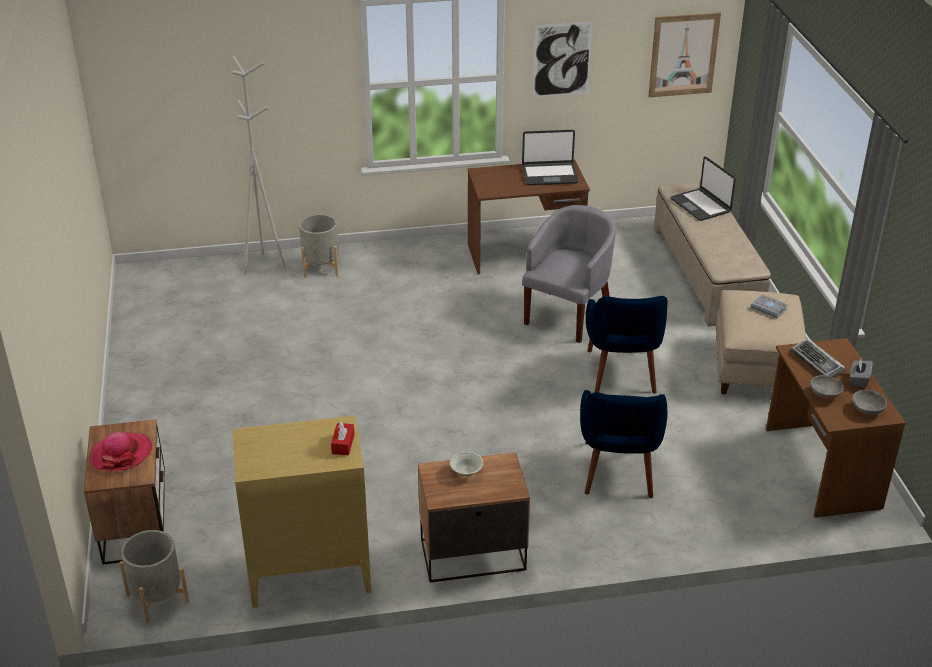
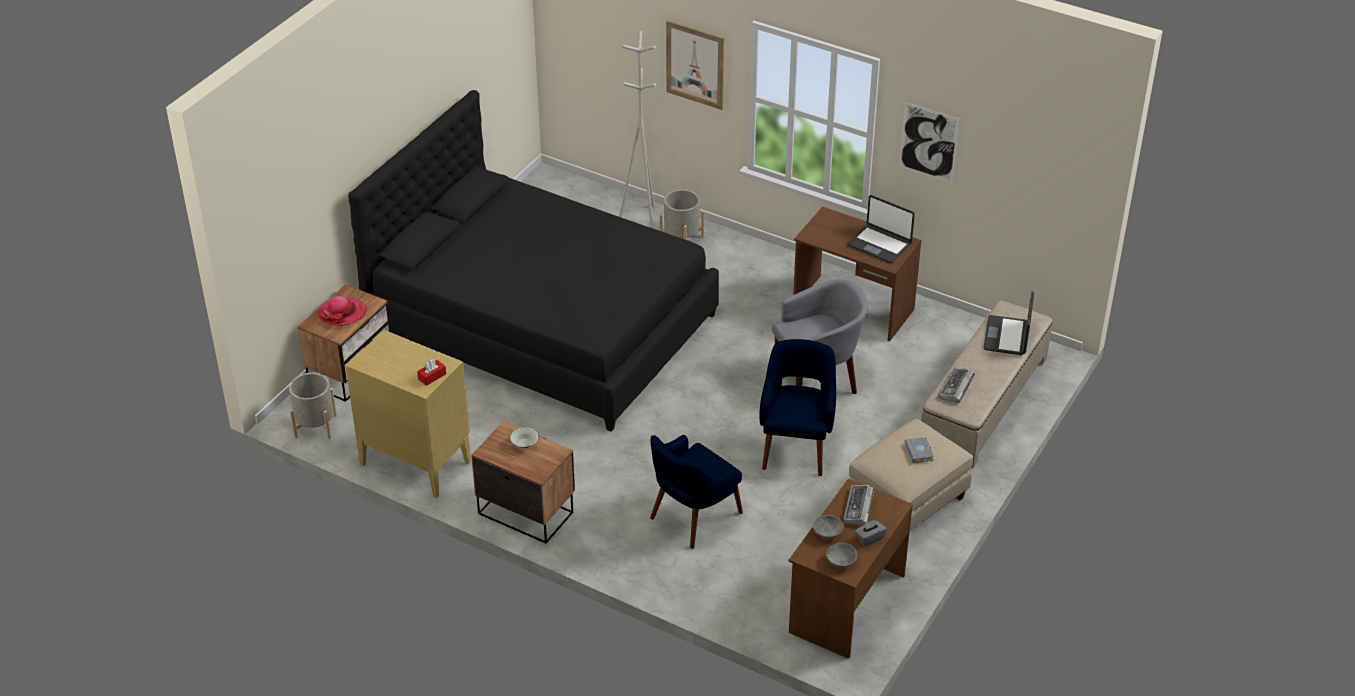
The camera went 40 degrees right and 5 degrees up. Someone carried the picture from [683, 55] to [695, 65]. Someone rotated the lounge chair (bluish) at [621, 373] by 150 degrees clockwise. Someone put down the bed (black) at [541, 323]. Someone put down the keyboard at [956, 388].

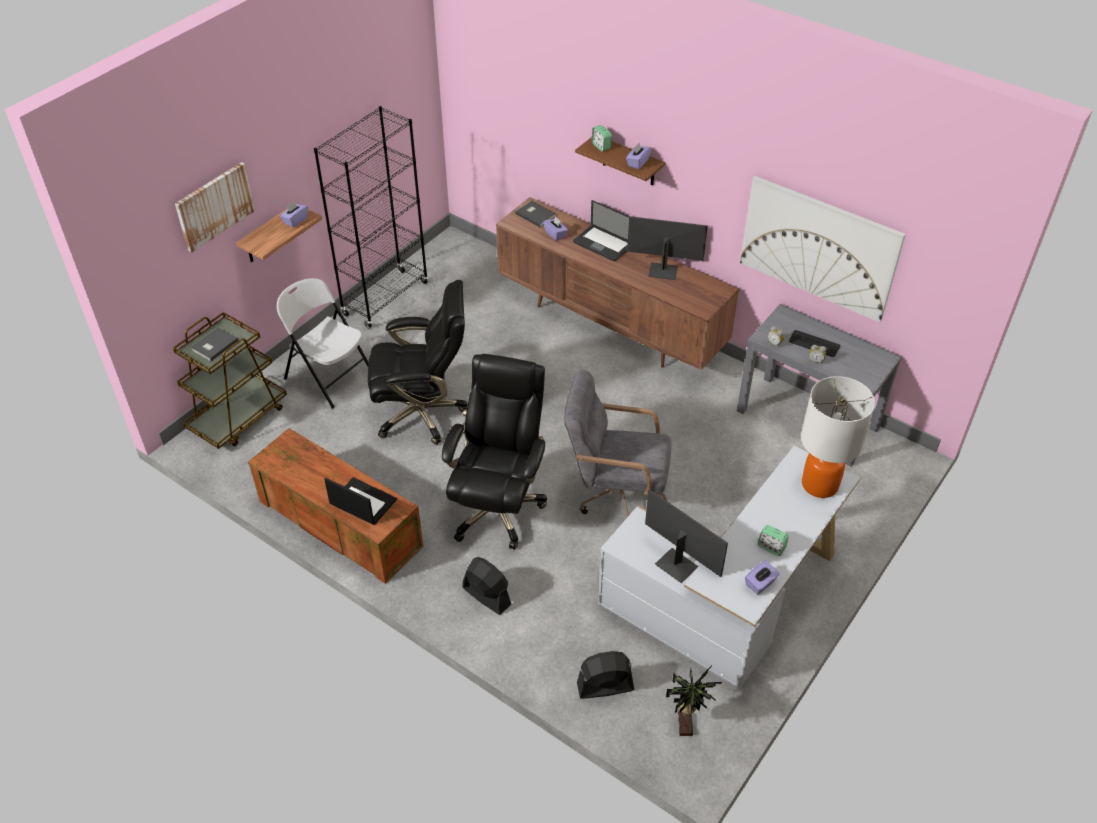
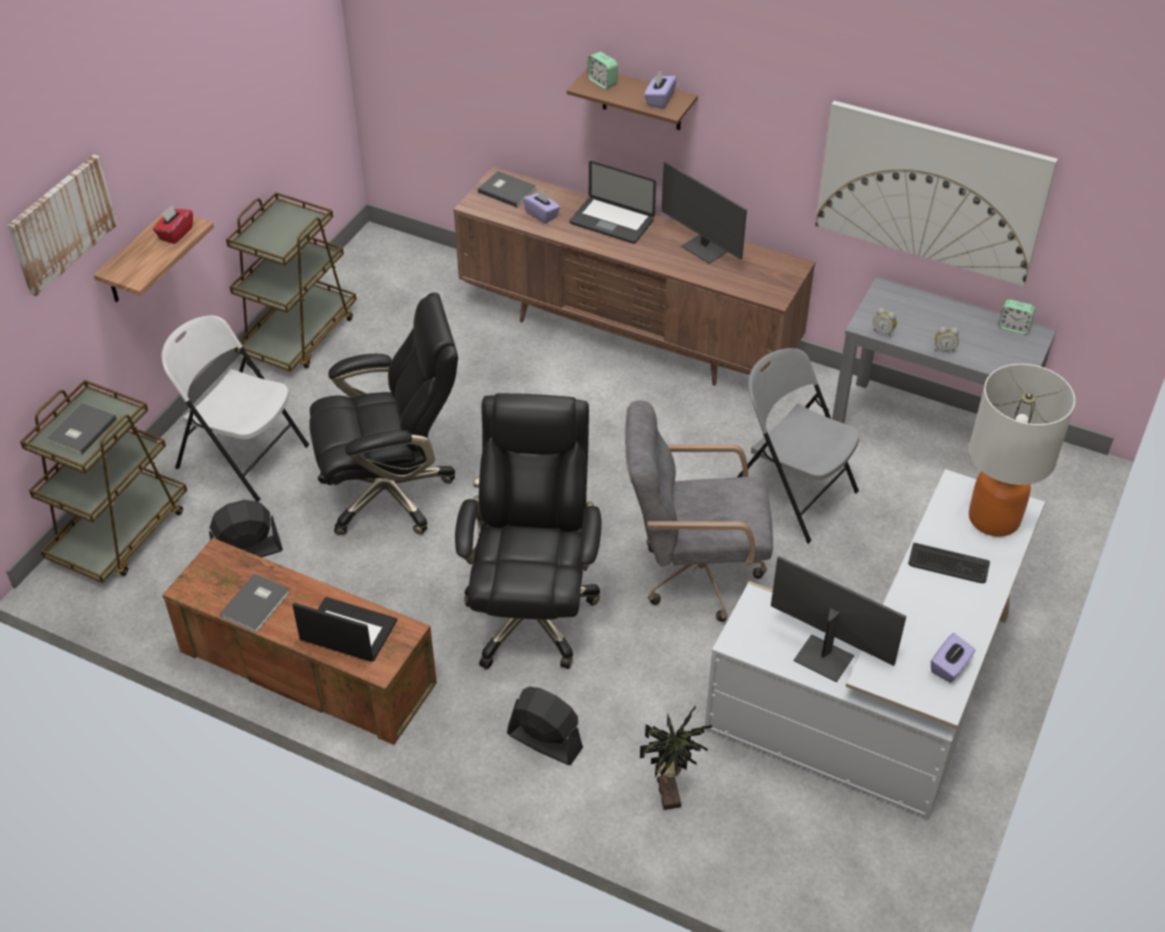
The camera went 10 degrees left and 0 degrees up. Someone swapped the shelving unit (black) at [385, 298] for the cart (brownish) at [299, 335]. Someone repainted the box of tissues (purple) at [295, 220], which became the box of tissues (red-coloured) at [175, 234]. Someone rotated the computer display at [663, 270] by 135 degrees counterclockwise. Someone carried the keyboard from [814, 344] to [948, 564]. Someone carried the bedside clock from [771, 547] to [1014, 327]. Someone carried the cooling fan (black) from [605, 686] to [247, 551]. Someone carried the houseplant from [686, 724] to [671, 793]. Someone put down the chair (greyish) at [791, 492]. Someone put down the bound book (greyish) at [257, 604].

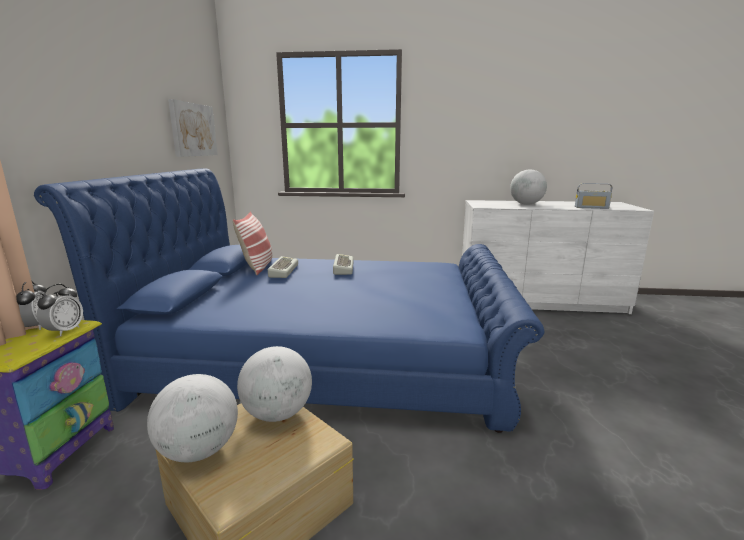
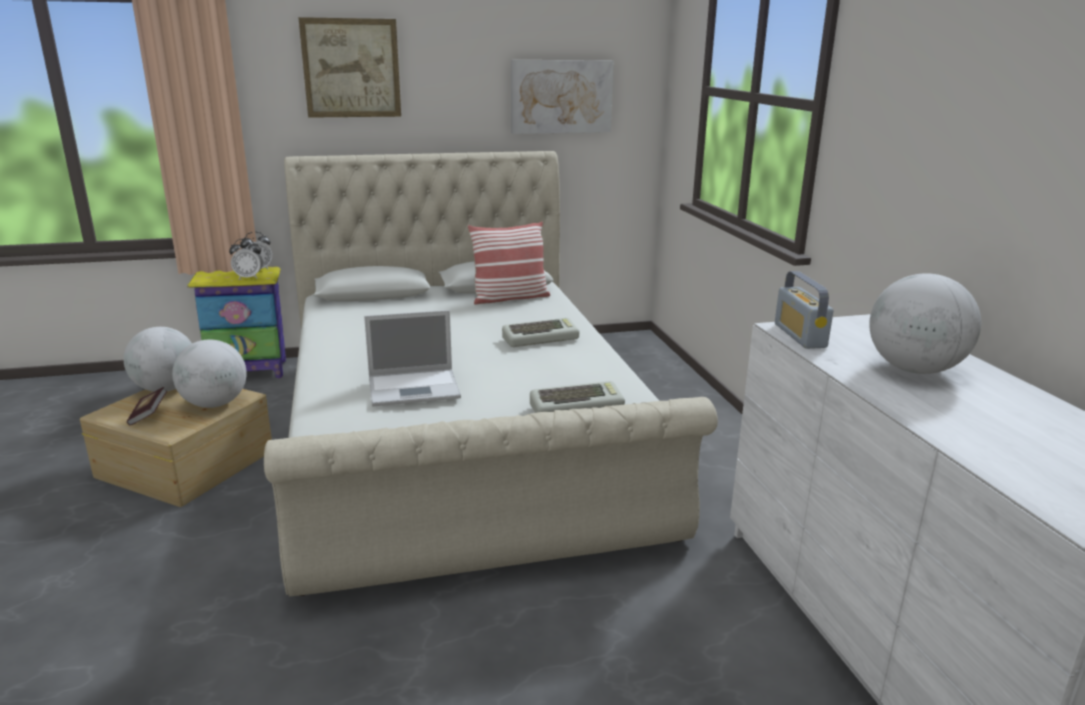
The camera went 70 degrees right and 5 degrees up. Someone repainted the bed (bluish) at [325, 352], which became the bed (beige) at [459, 435]. Someone carried the radio set from [591, 207] to [800, 335]. Someone carried the keyboard from [282, 271] to [577, 406]. Someone put up the picture at [351, 68]. Someone put down the laptop at [415, 387]. Someone put down the bound book at [148, 415].

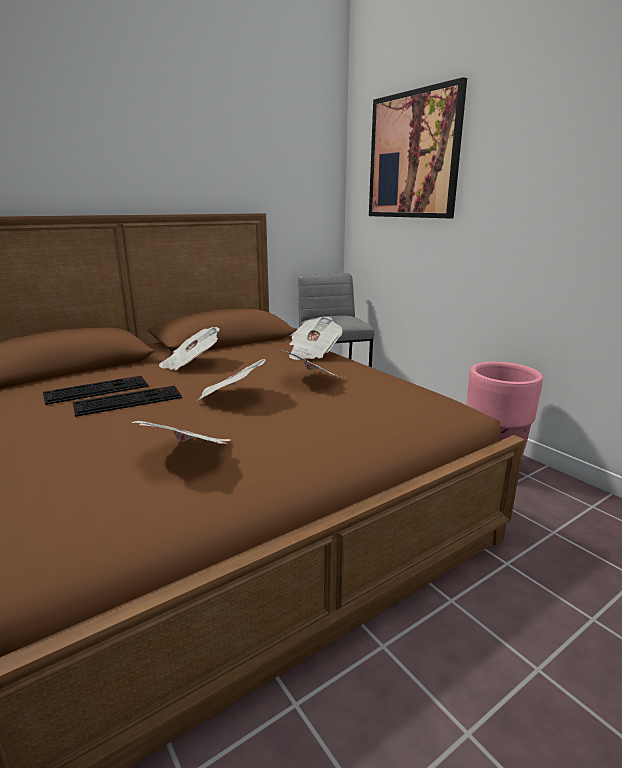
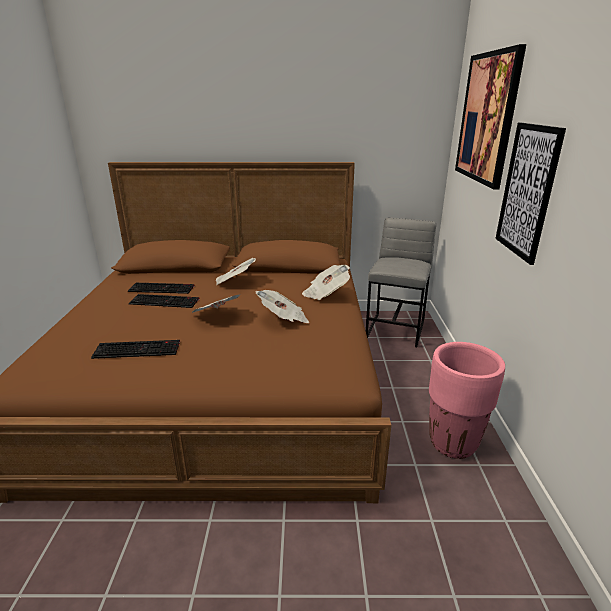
The camera went 35 degrees right and 5 degrees up. Someone swapped the printed paper at [188, 455] for the keyboard at [138, 349]. Someone put up the picture at [527, 191].

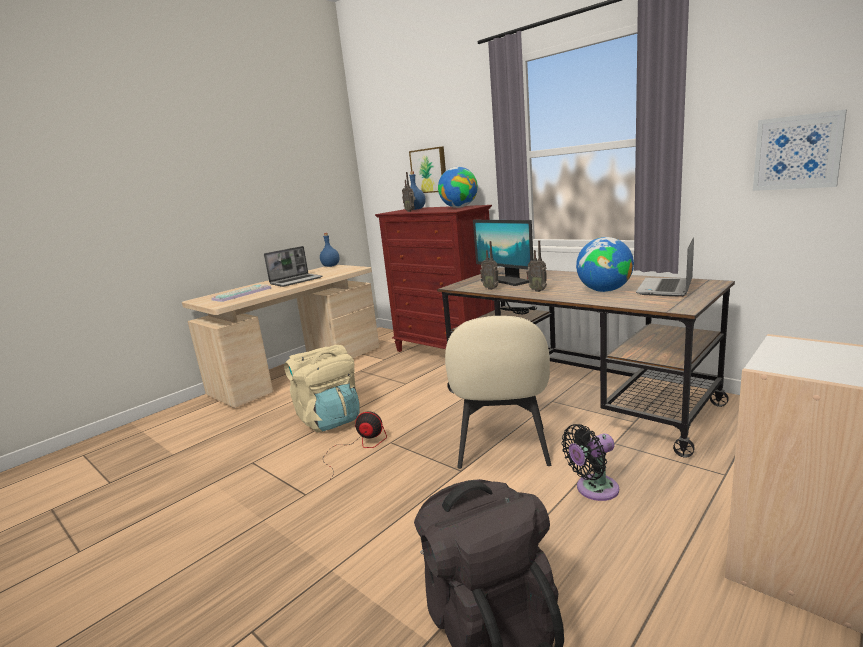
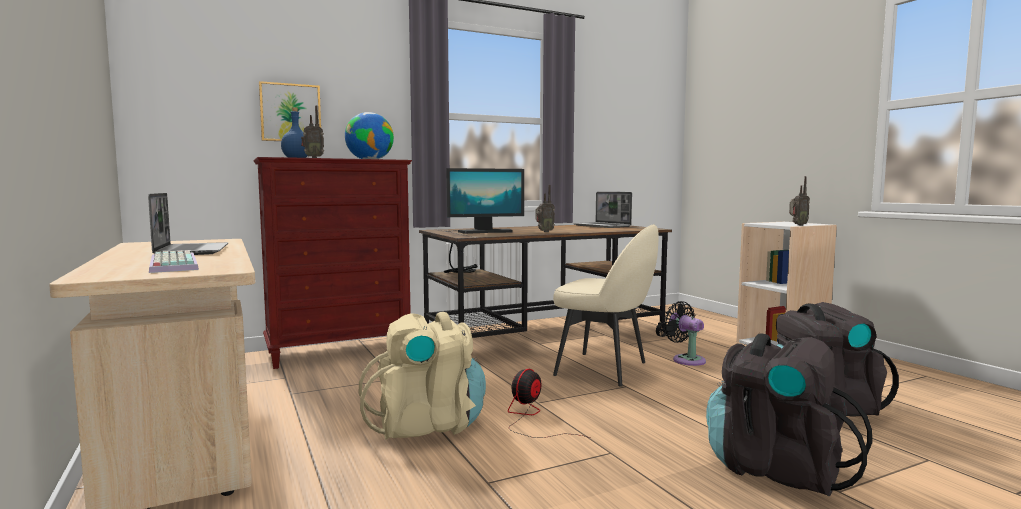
The camera went 70 degrees left and 10 degrees down. Someone took away the picture at [797, 152]. Someone took away the beverage bottle (bluish) at [331, 266]. Someone took away the world globe at [604, 291]. Someone carried the radio set from [491, 288] to [797, 225]. Someone rotated the cooling fan (black) at [593, 489] by 150 degrees clockwise. Someone put down the backpack (black) at [777, 469].

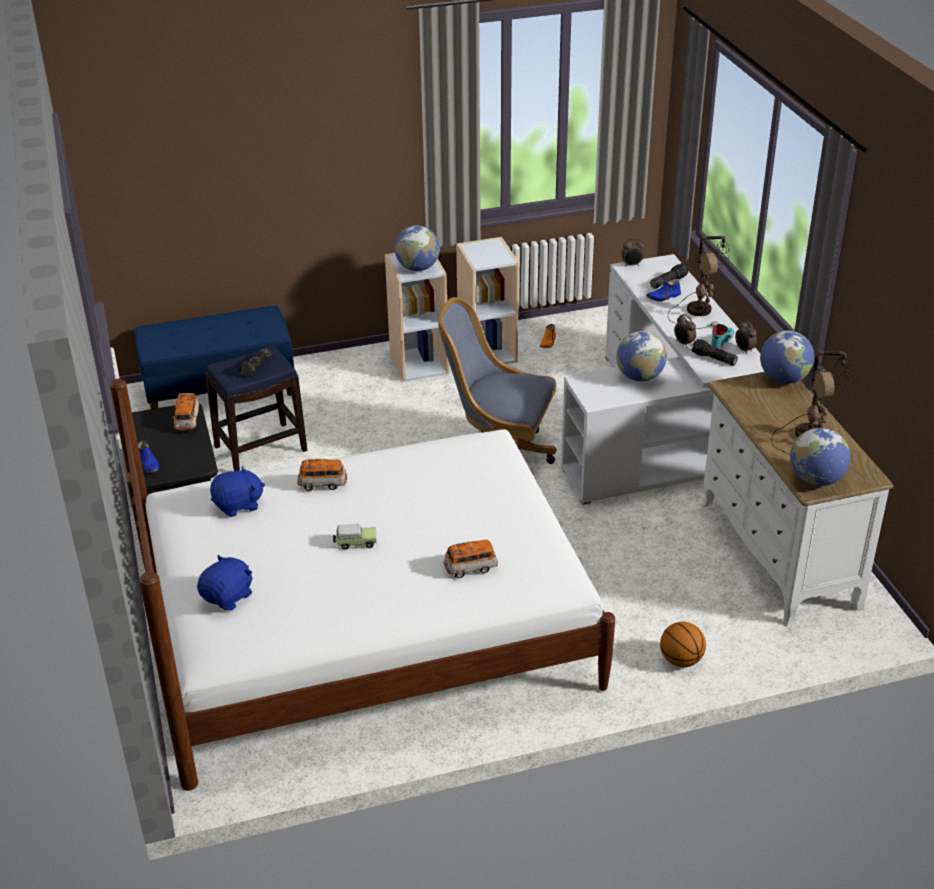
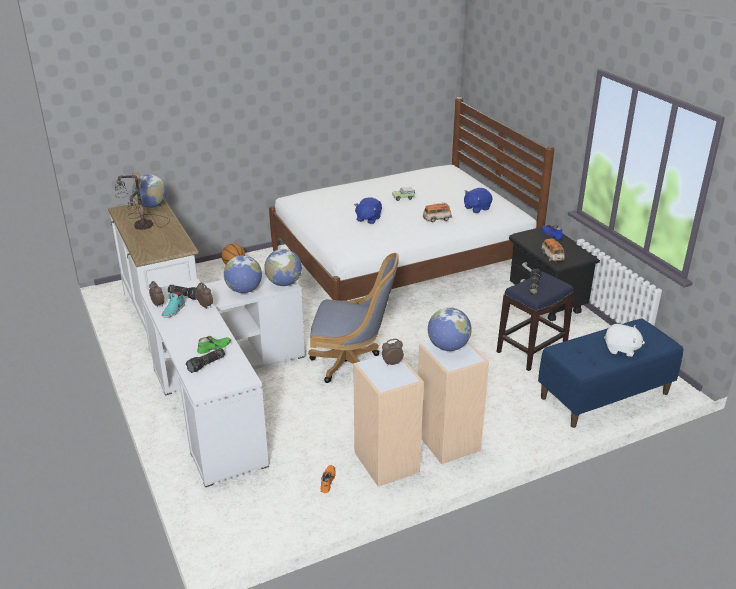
The camera went 170 degrees right and 5 degrees down. Someone took away the lamp for a table at [699, 309]. Someone carried the bedside clock from [632, 265] to [392, 363]. Someone repainted the shoe (bluish) at [663, 297], which became the shoe (greenish) at [214, 347]. Someone carried the world globe from [783, 379] to [284, 283]. Someone took away the miniature car at [471, 568]. Someone carried the plush toy (bluish) from [228, 597] to [368, 219]. Someone put down the plush toy (whitish) at [621, 349].

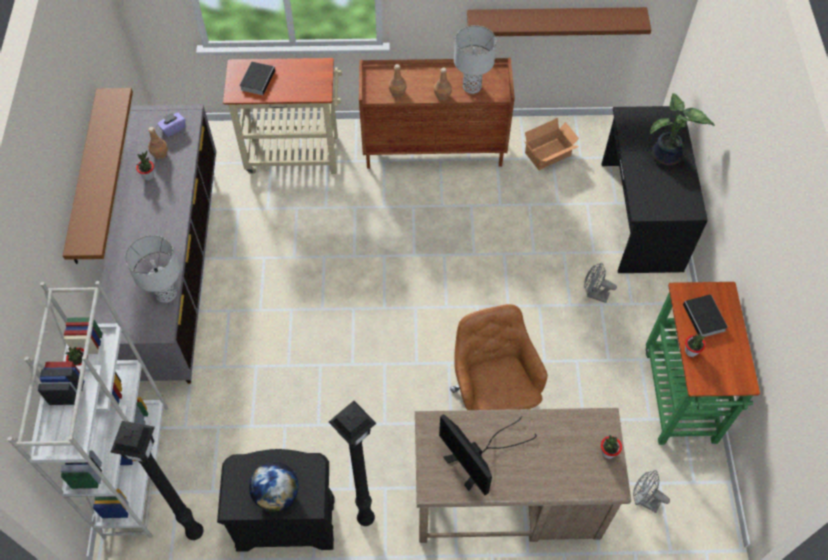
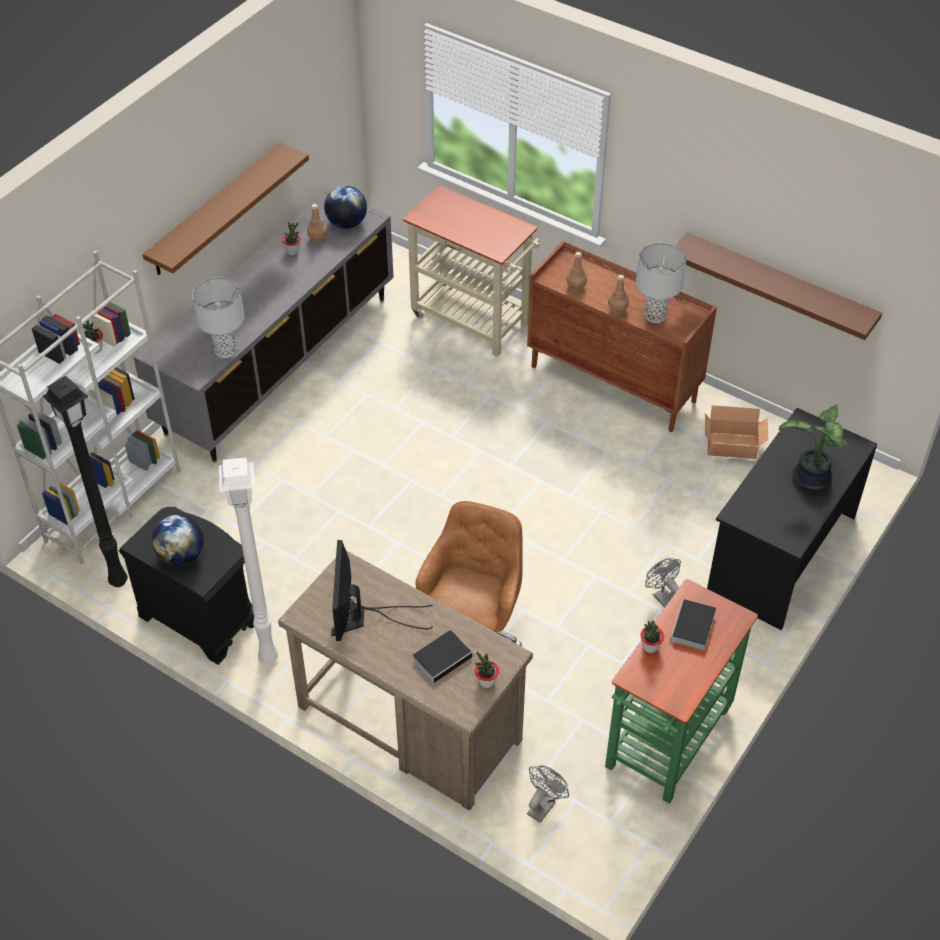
The camera went 35 degrees right and 10 degrees down. Someone carried the bound book from [257, 79] to [443, 657]. Someone swapped the box of tissues (purple) at [173, 128] for the world globe at [346, 223]. Someone repainted the standing lamp (black) at [366, 517], which became the standing lamp (whitish) at [269, 657]. Someone rotated the cooling fan (greyish) at [644, 500] by 60 degrees clockwise.

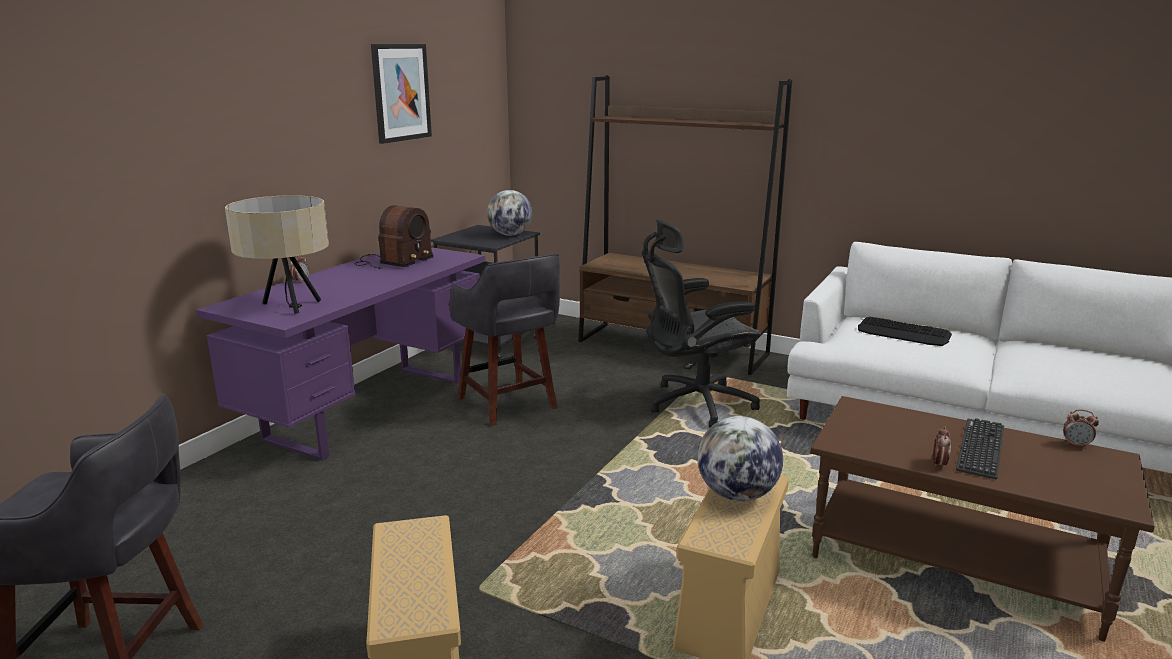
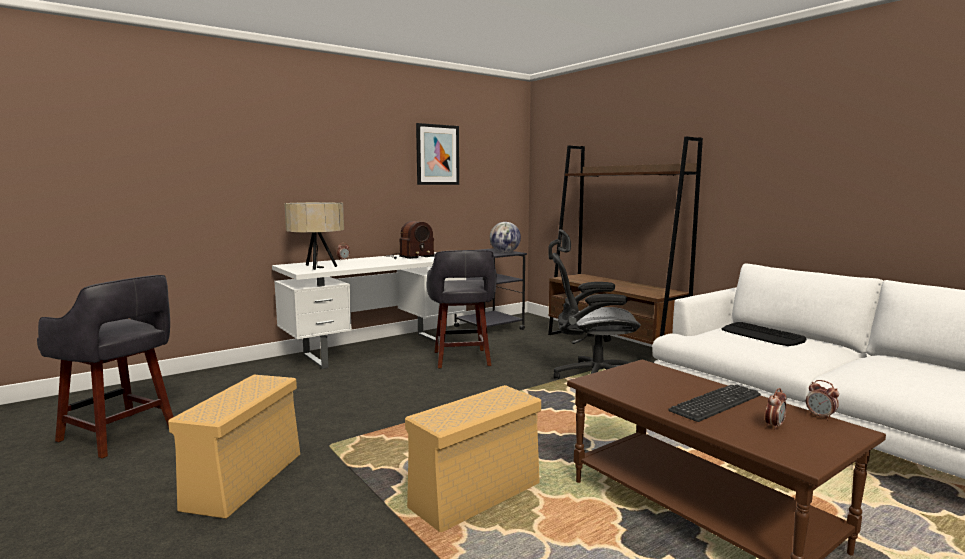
The camera went 25 degrees right and 10 degrees down. Someone repainted the desk unit (purple) at [369, 408], which became the desk unit (whitish) at [377, 349]. Someone took away the world globe at [737, 495]. Someone carried the bedside clock from [939, 464] to [774, 426].

